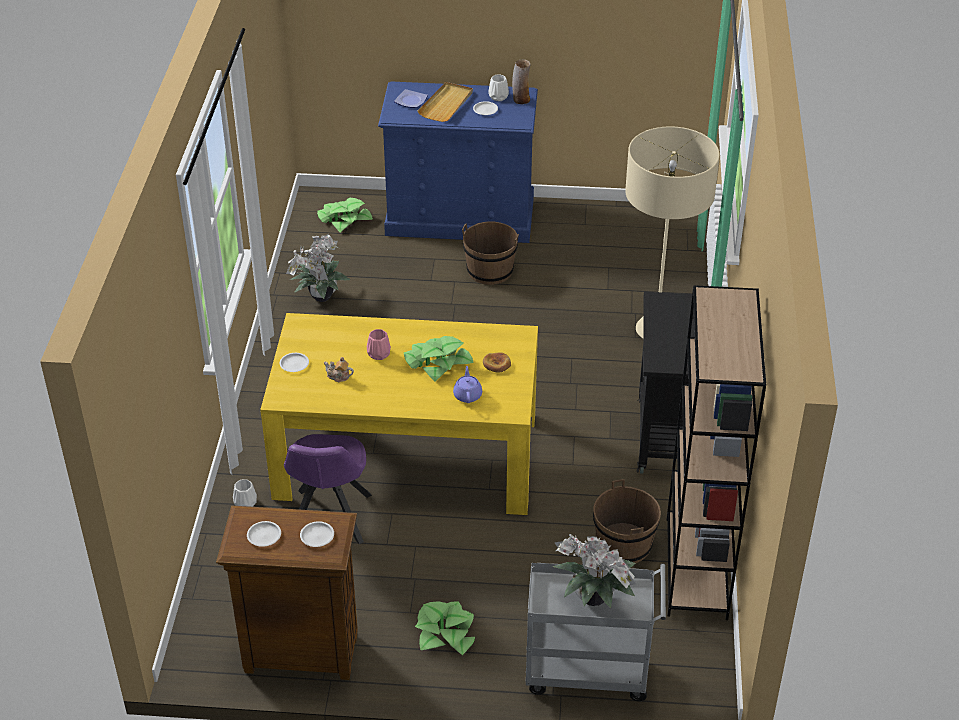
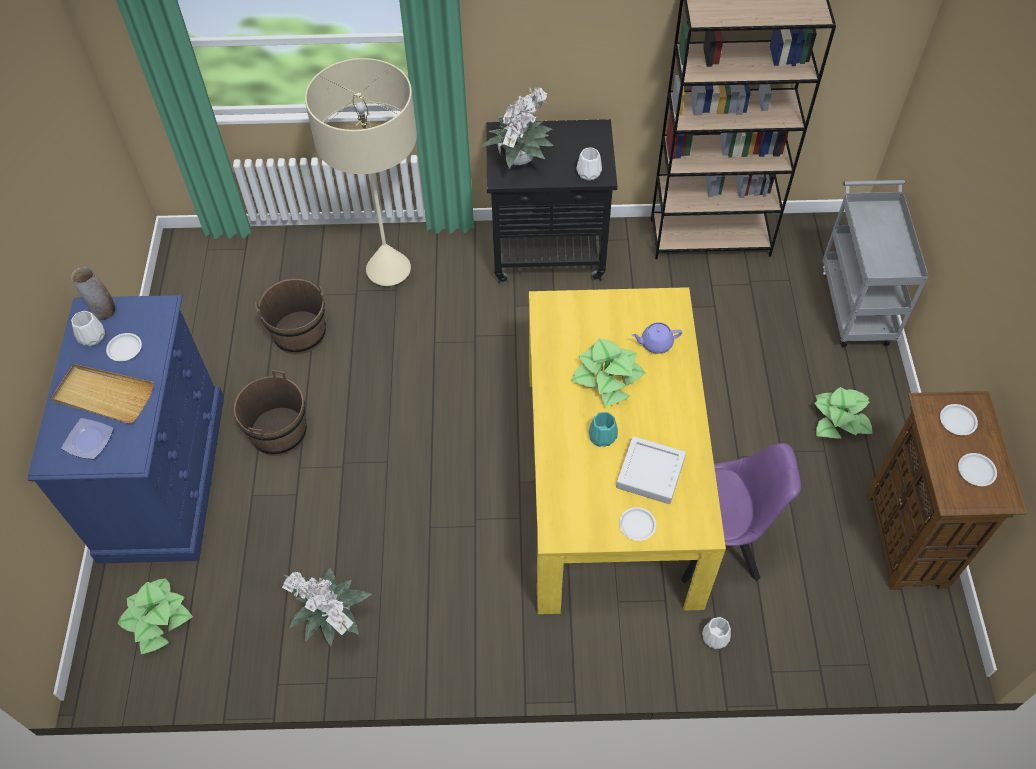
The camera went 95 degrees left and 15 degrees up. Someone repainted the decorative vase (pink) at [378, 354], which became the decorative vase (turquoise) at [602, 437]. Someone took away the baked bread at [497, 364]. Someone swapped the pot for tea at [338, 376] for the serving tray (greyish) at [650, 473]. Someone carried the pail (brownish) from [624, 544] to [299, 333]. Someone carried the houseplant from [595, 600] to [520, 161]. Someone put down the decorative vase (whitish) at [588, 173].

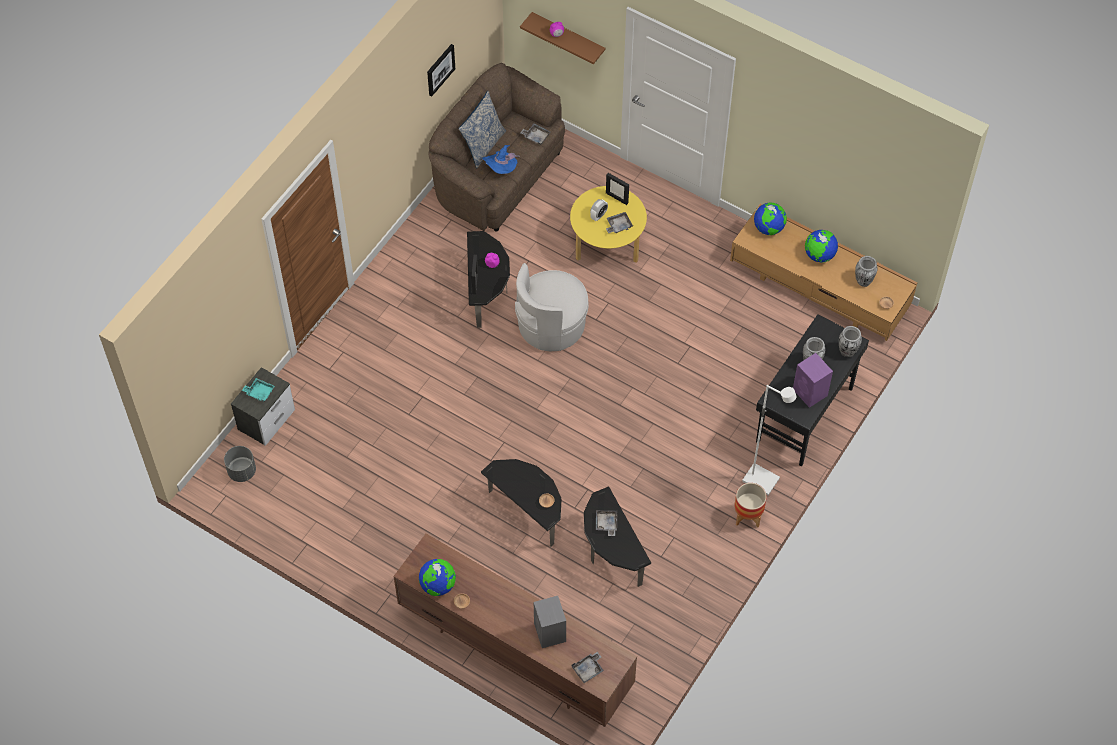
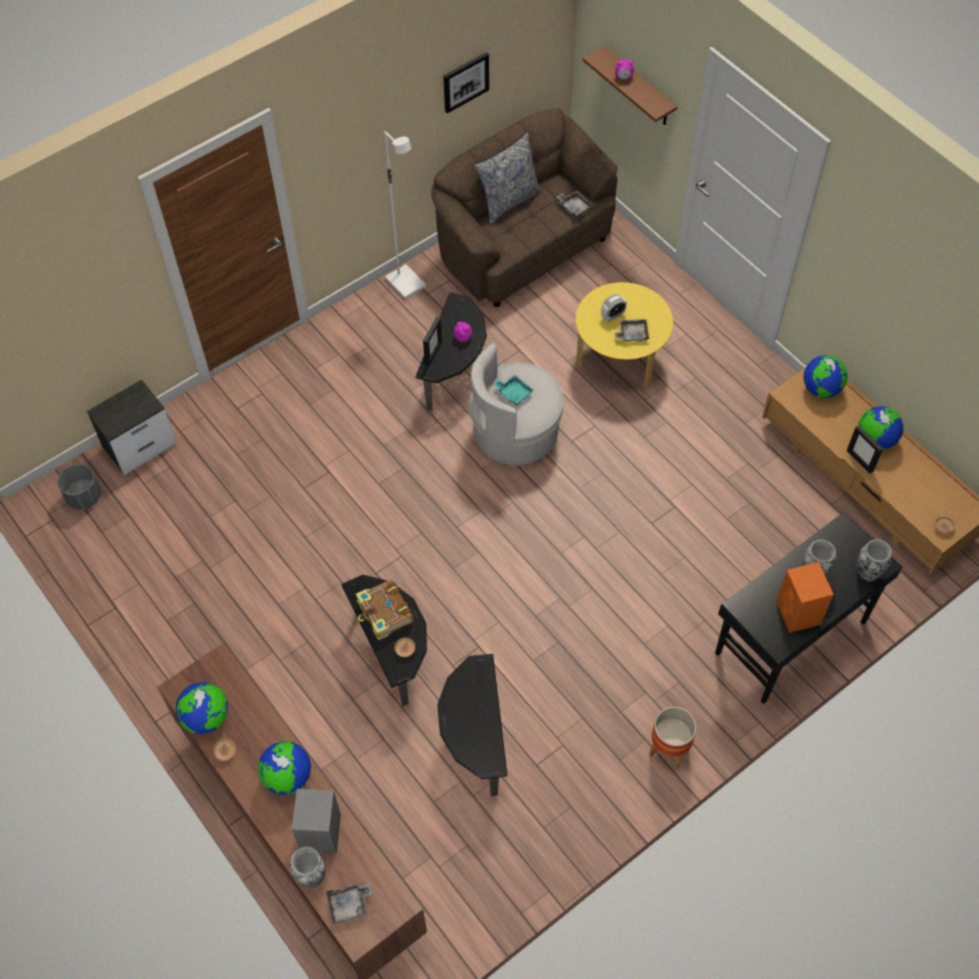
The camera went 20 degrees right and 0 degrees up. Someone took away the clothing hat (bluish) at [502, 169]. Someone carried the picture frame from [617, 197] to [860, 460]. Someone carried the decorative vase from [863, 281] to [312, 876]. Someone repainted the speaker (purple) at [810, 393], which became the speaker (orange-coloured) at [798, 613]. Someone carried the serving tray (turquoise) from [259, 392] to [513, 393]. Someone carried the standing lamp (whitish) from [761, 480] to [406, 283]. Someone took away the serving tray (greyish) at [606, 524]. Someone put down the bound book at [384, 614]. Someone put down the world globe at [287, 777].

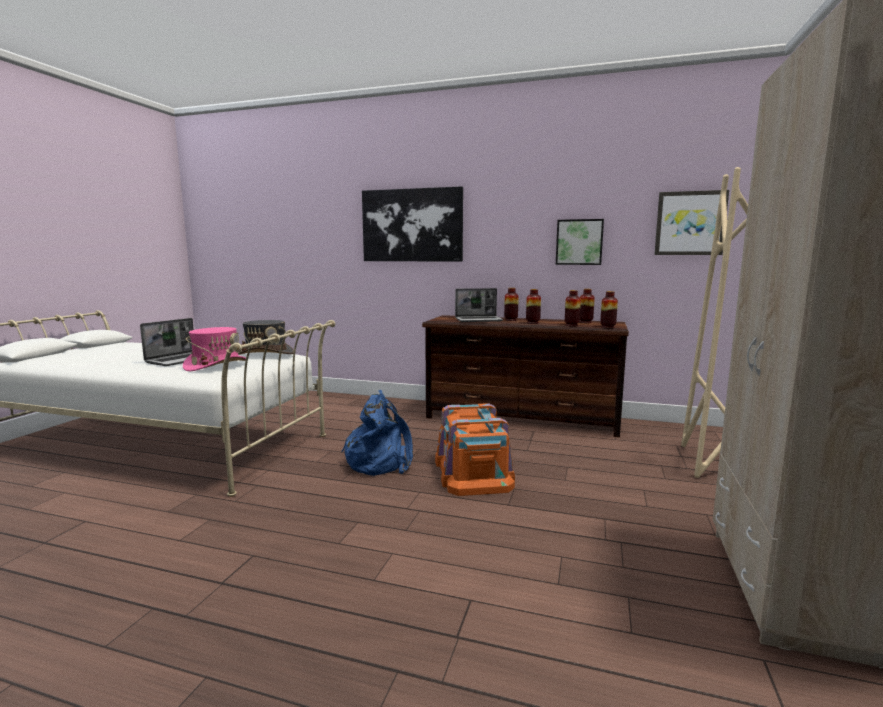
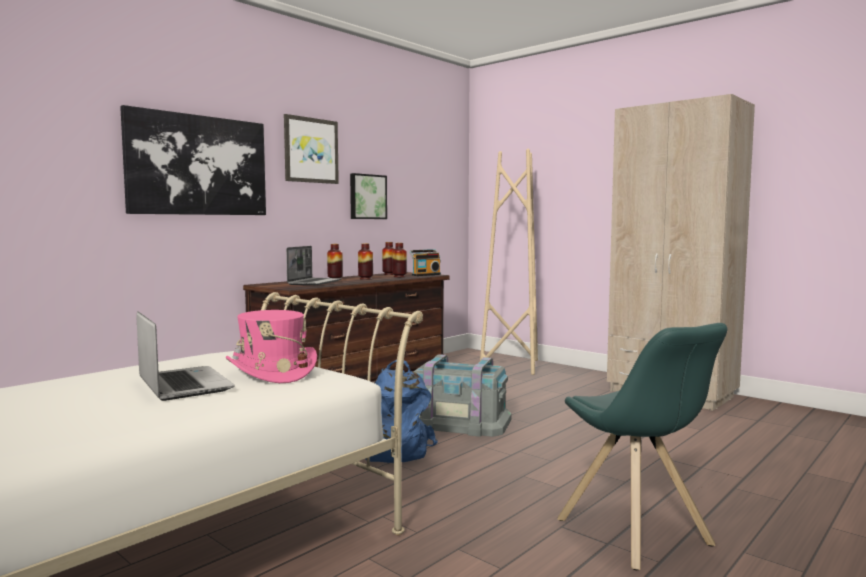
The camera went 65 degrees left and 5 degrees down. Someone carried the picture from [690, 223] to [310, 150]. Someone swapped the decorative vase at [607, 327] for the radio set at [425, 275]. Someone took away the clothing hat (greyish) at [266, 354]. Someone repainted the storage container (orange-coloured) at [473, 472], which became the storage container (greyish) at [459, 422]. Someone put down the chair (turquoise) at [635, 532].

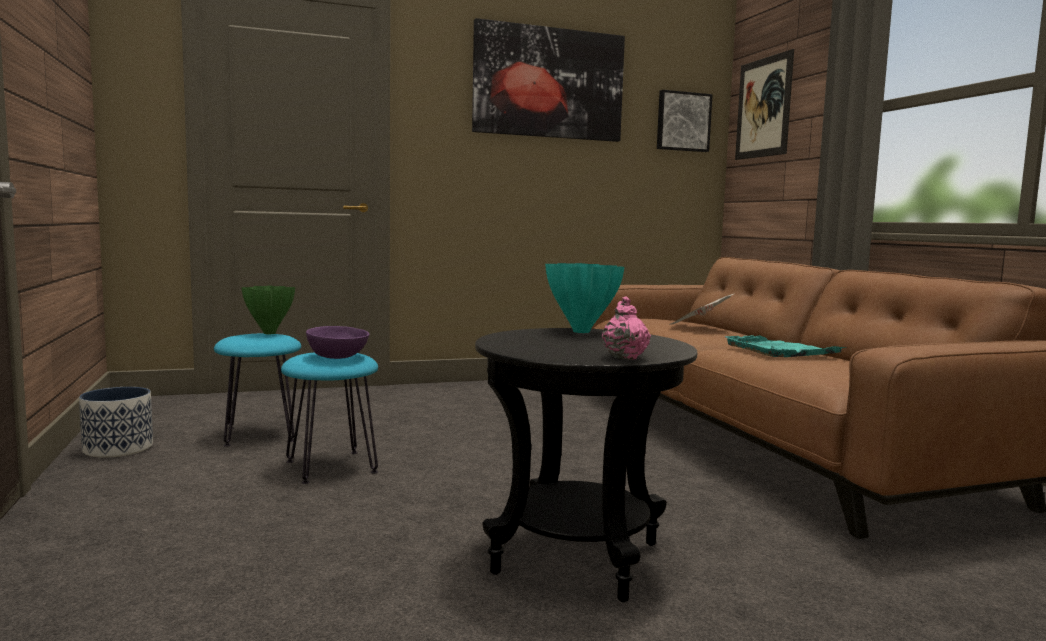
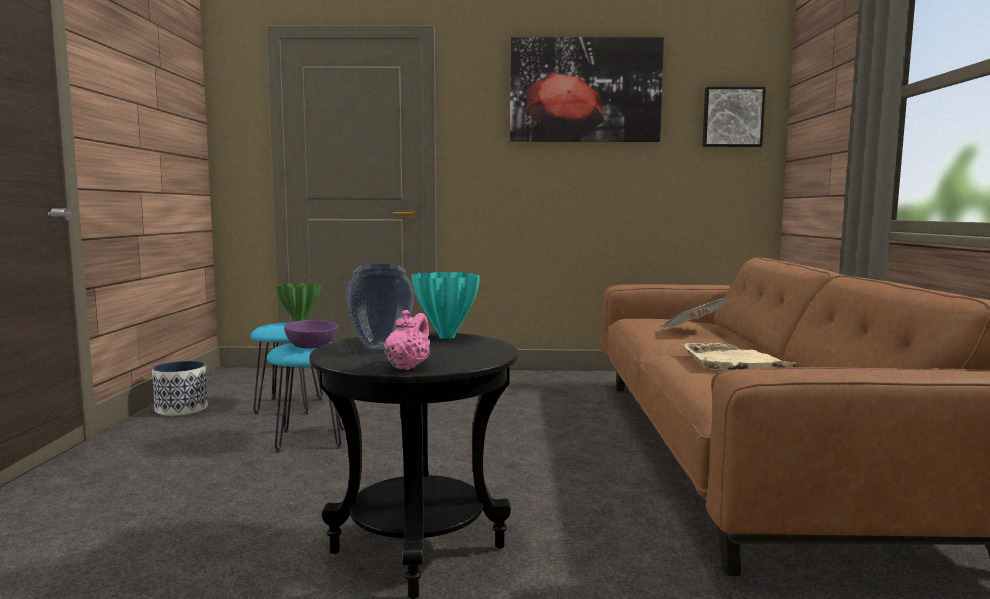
The camera went 20 degrees right and 0 degrees up. Someone took away the picture at [763, 107]. Someone repainted the serving tray (turquoise) at [780, 351], which became the serving tray (beige) at [734, 362]. Someone put down the decorative vase at [382, 348].

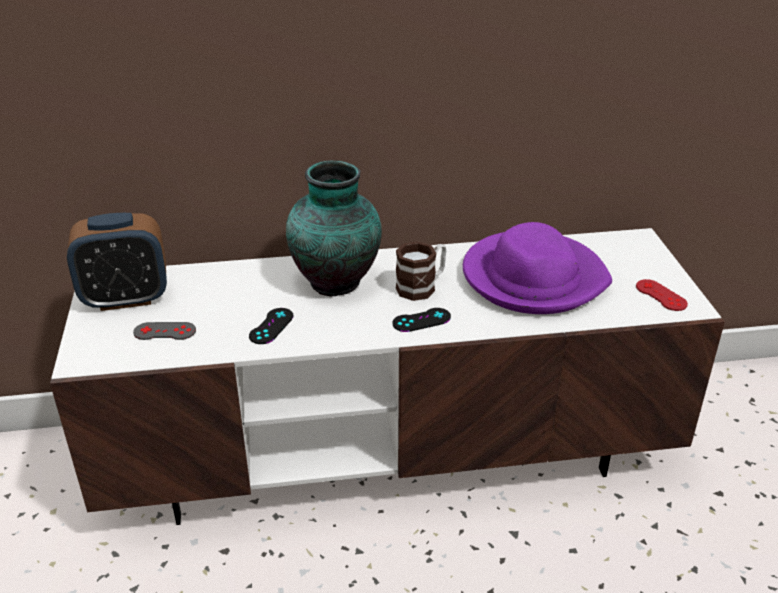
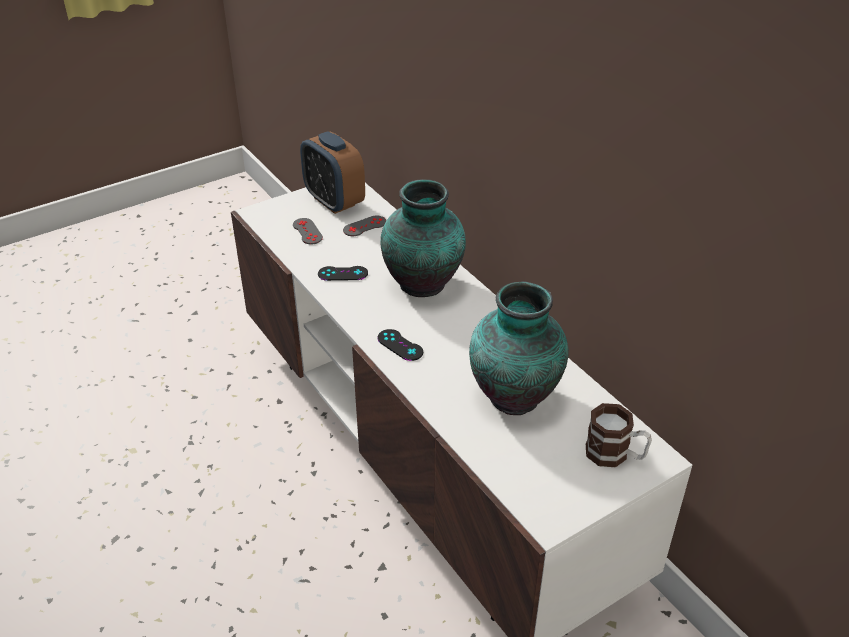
The camera went 65 degrees right and 5 degrees up. Someone swapped the clothing hat (purple) at [533, 277] for the decorative vase at [515, 395]. Someone carried the tea mug from [422, 286] to [615, 455]. Someone took away the joypad (red-coloured) at [661, 295]. Someone put down the joypad (greyish) at [364, 226].

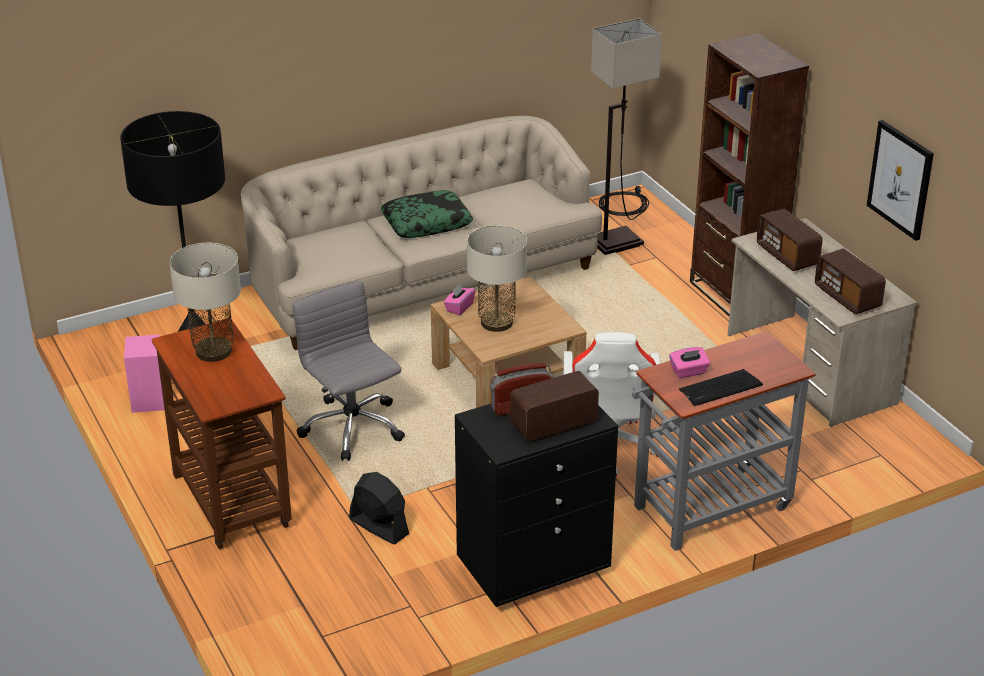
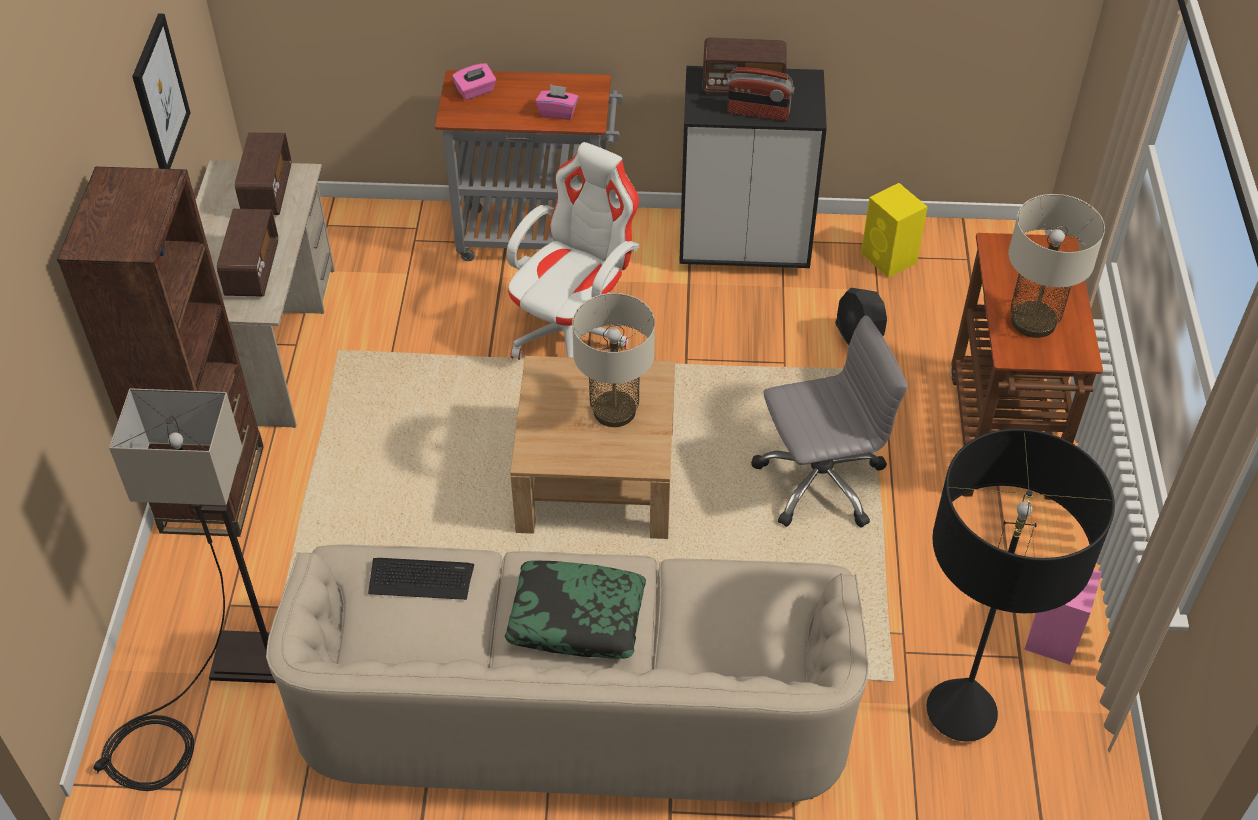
The camera went 150 degrees left and 15 degrees up. Someone rotated the office chair (greyish) at [352, 427] by 105 degrees counterclockwise. Someone carried the box of tissues (pink) from [459, 307] to [475, 91]. Someone carried the keyboard from [720, 388] to [420, 579]. Someone put down the speaker (yellow-coloured) at [889, 259].

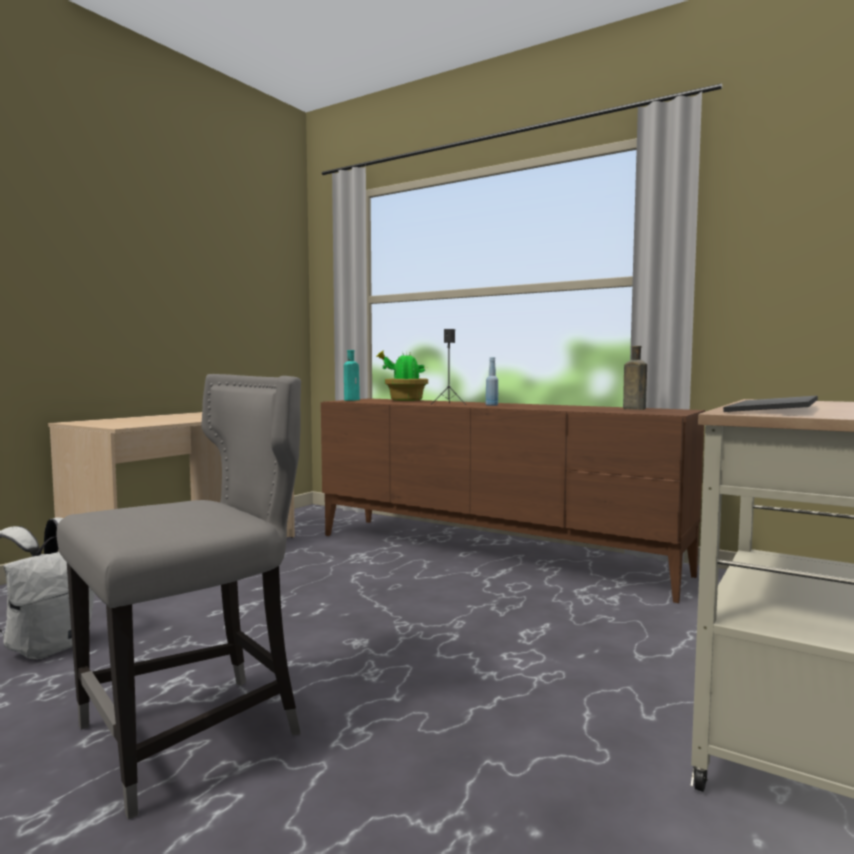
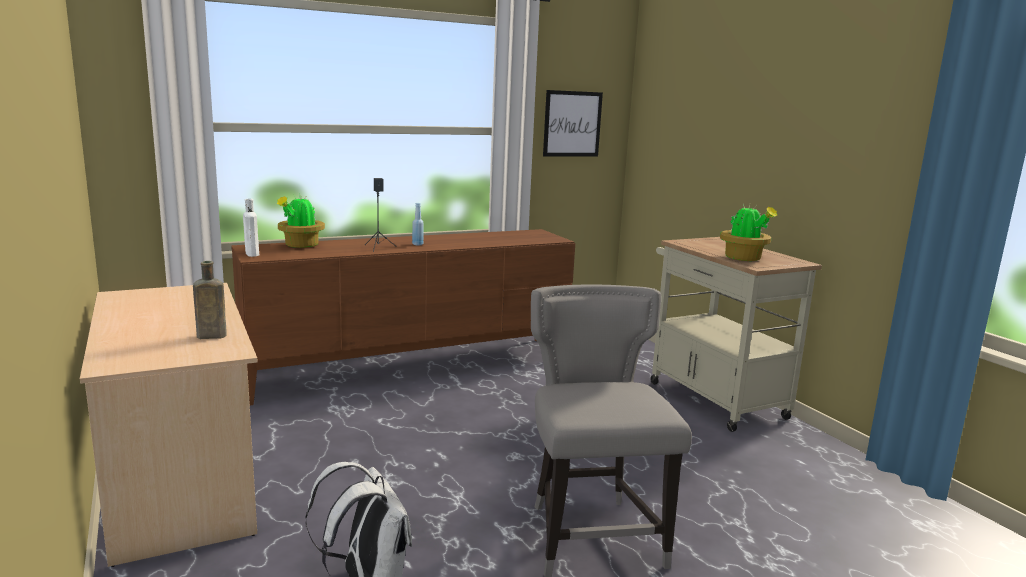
The camera went 60 degrees left and 10 degrees up. Someone carried the beverage bottle (brownish) from [632, 408] to [209, 336]. Someone repainted the beverage bottle (turquoise) at [352, 400], which became the beverage bottle (whitish) at [252, 254]. Someone swapped the keyboard at [776, 409] for the houseplant at [744, 258]. Someone put up the picture at [572, 124].

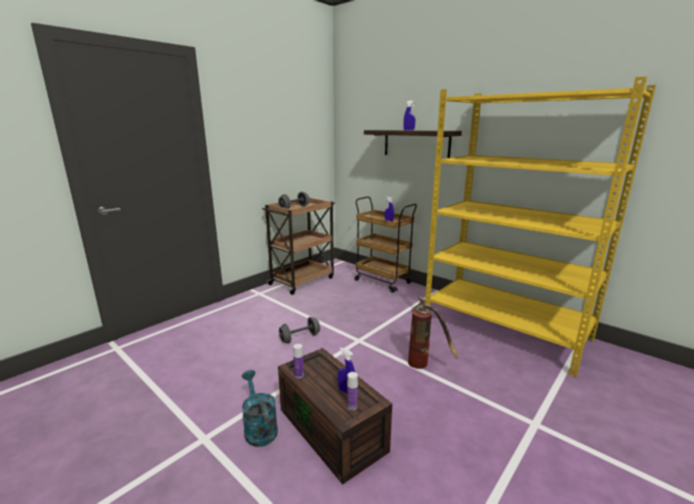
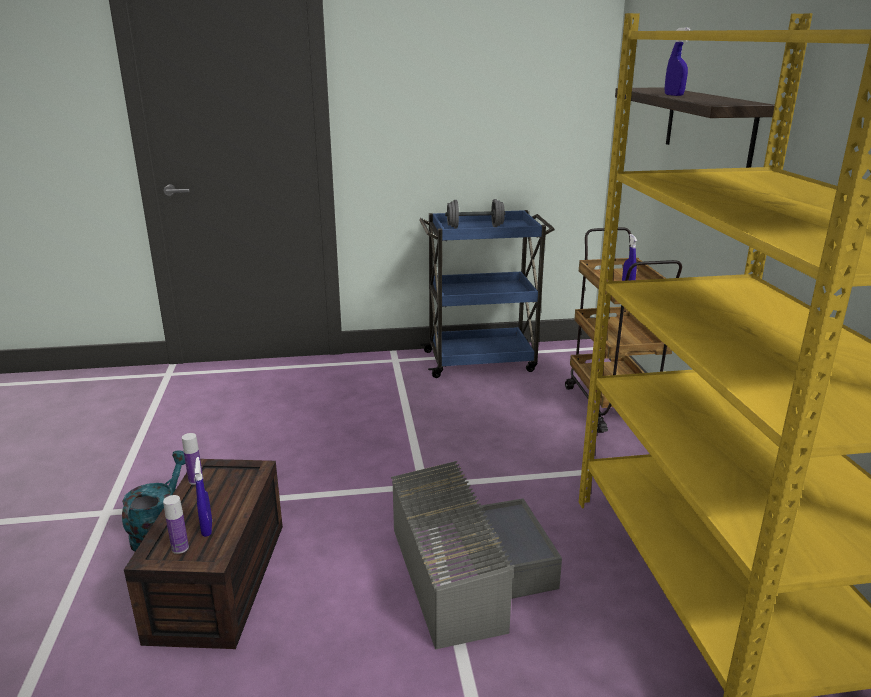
The camera went 40 degrees right and 5 degrees up. Someone repainted the cart (brownish) at [302, 280], which became the cart (bluish) at [481, 361]. Someone swapped the fire-fighting cylinder at [426, 364] for the storage container (greyish) at [465, 570]. Someone took away the hand weight (greyish) at [300, 338].

